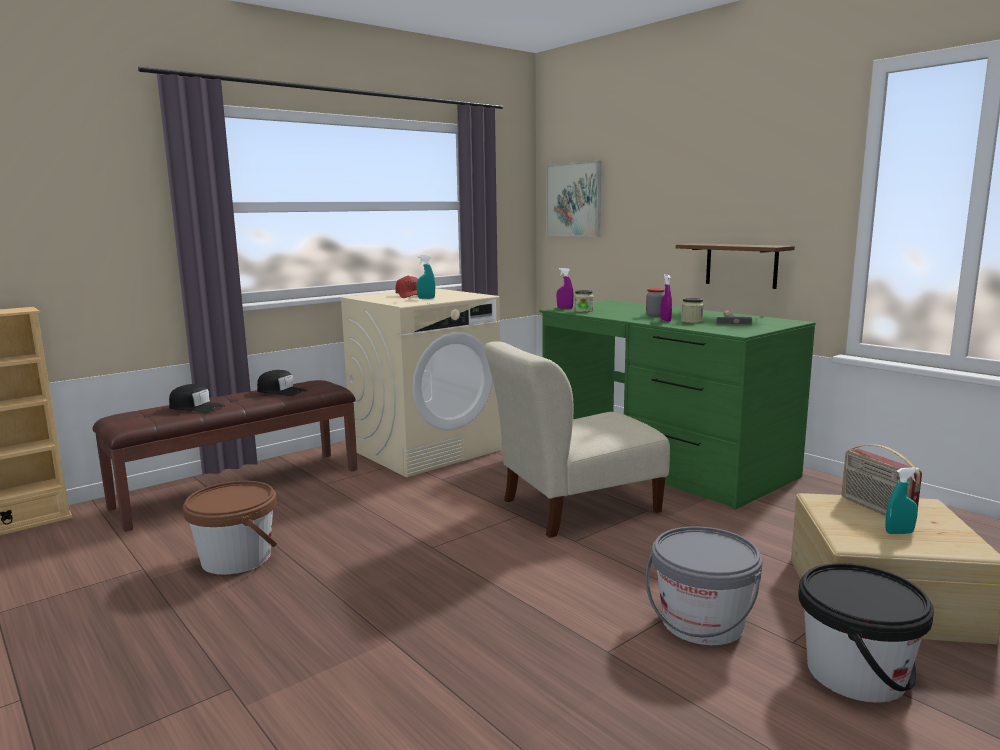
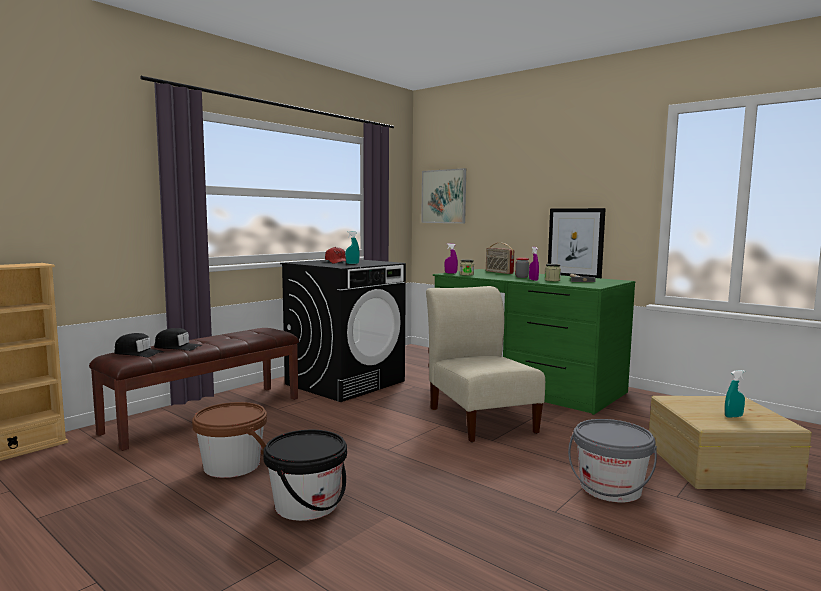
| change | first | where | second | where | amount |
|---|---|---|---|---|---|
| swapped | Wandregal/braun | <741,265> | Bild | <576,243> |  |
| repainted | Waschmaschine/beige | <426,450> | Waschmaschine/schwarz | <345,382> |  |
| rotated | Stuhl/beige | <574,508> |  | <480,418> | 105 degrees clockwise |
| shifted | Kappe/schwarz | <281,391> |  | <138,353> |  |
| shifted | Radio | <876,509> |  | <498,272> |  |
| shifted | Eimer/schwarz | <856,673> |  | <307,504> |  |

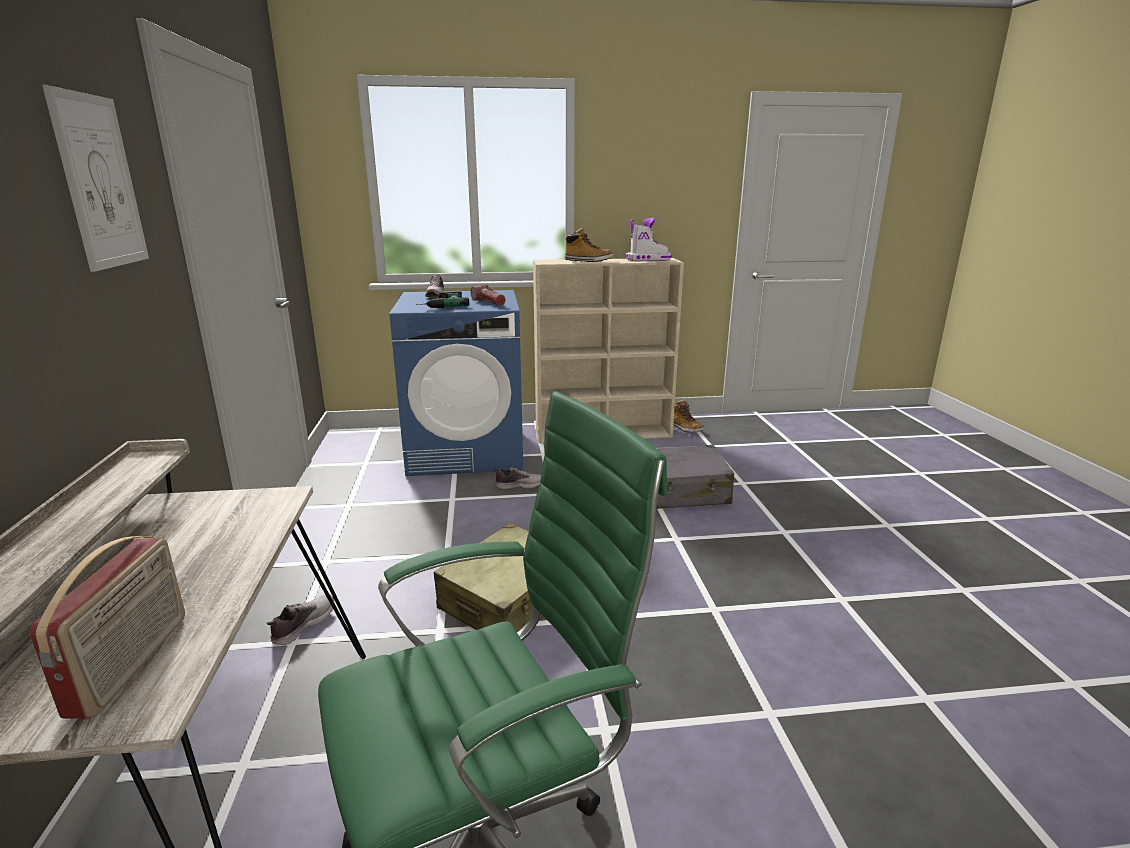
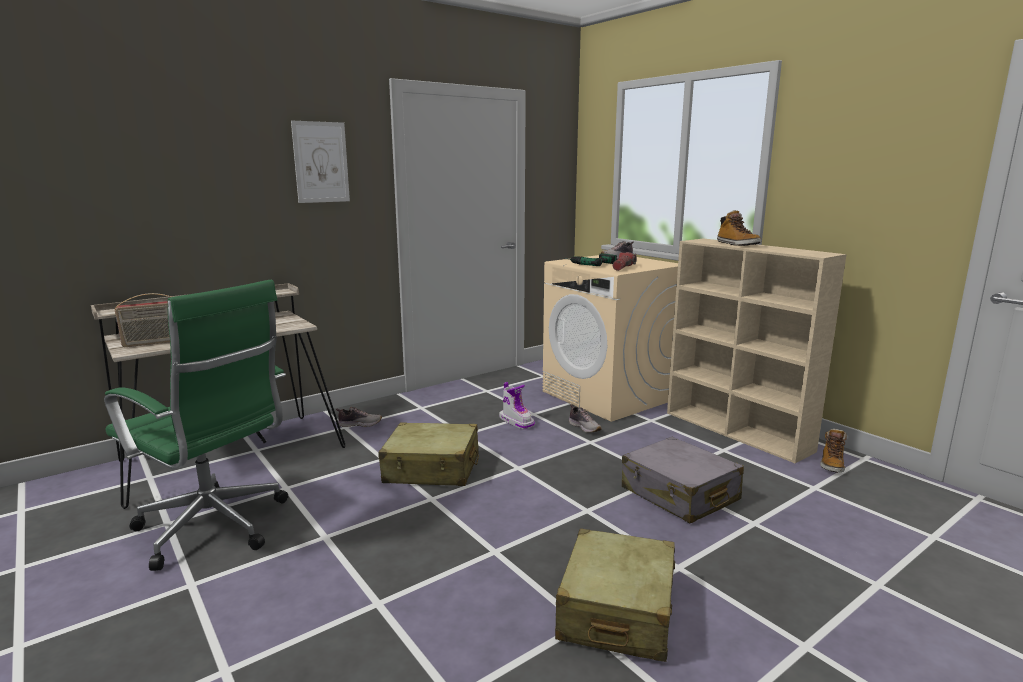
| change | first | where | second | where | amount |
|---|---|---|---|---|---|
| shifted | Stiefel | <647,259> |  | <517,421> |  |
| repainted | Waschmaschine/blau | <467,451> | Waschmaschine/beige | <608,396> |  |
| new |  |  | Koffer/beige | <617,611> |  |

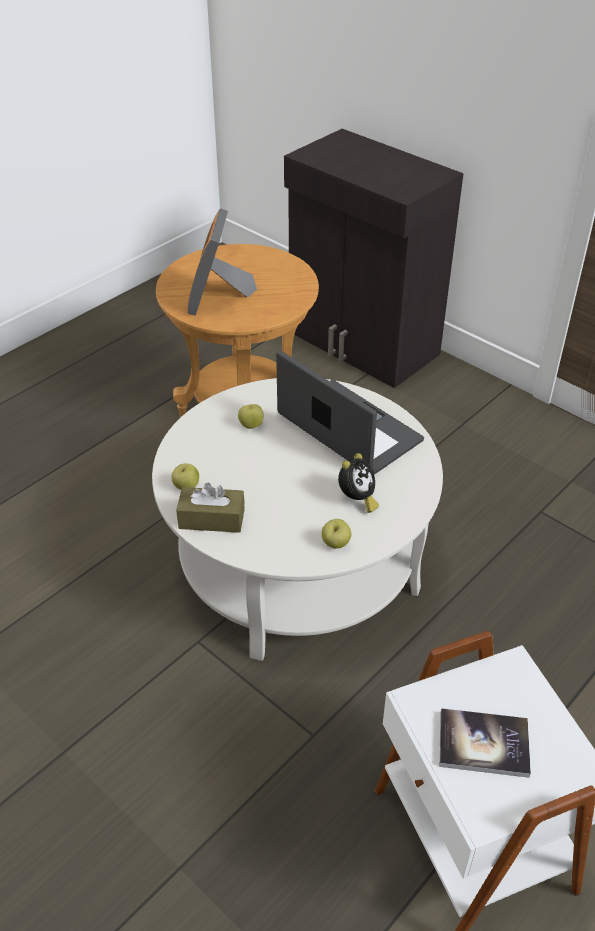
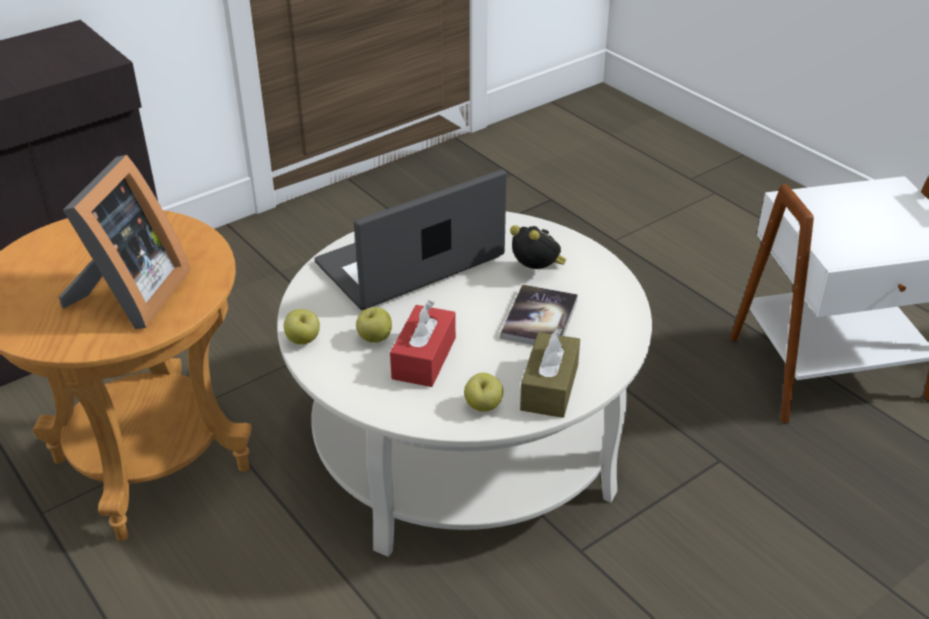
| change | first | where | second | where | amount |
|---|---|---|---|---|---|
| rotated | Bilderrahmen | <218,298> |  | <130,297> | 90 degrees counterclockwise |
| shifted | Apfel | <336,544> |  | <303,340> |  |
| shifted | Buch | <483,744> |  | <539,319> |  |
| new |  |  | Taschentuchbox/rot | <424,358> |  |

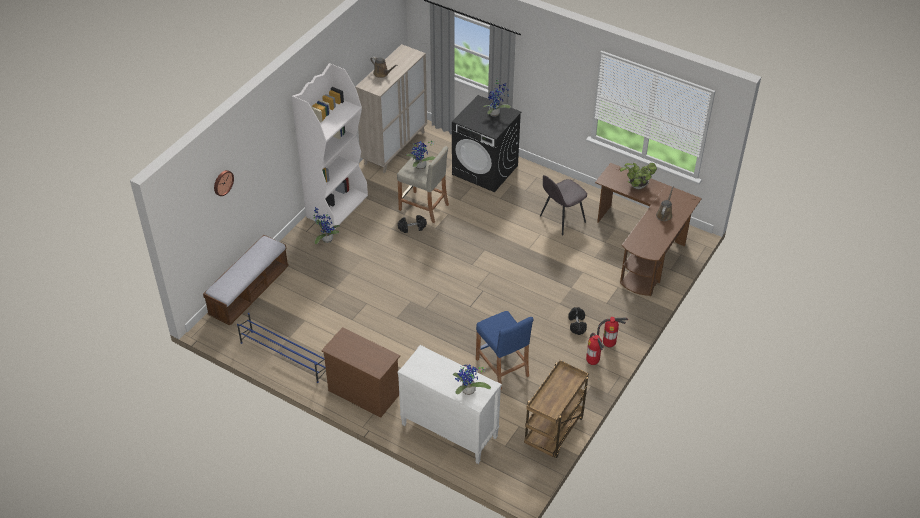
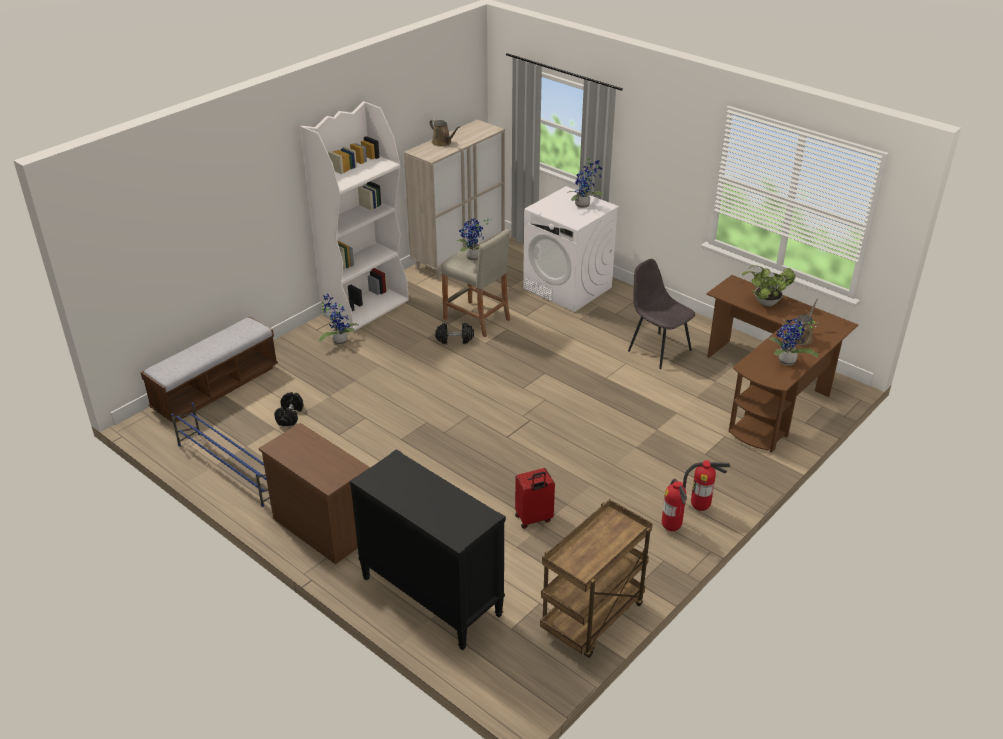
| change | first | where | second | where | amount |
|---|---|---|---|---|---|
| repainted | Waschmaschine/schwarz | <485,170> | Waschmaschine/weiß | <568,288> |  |
| gone | Wanduhr | <222,182> |  |  |  |
| rotated | Stuhl/grau | <561,219> |  | <658,350> | 75 degrees clockwise |
| shifted | Hantel/schwarz | <577,325> |  | <289,416> |  |
| swapped | Hocker/blau | <502,367> | Koffer/rot | <534,519> |  |
| repainted | Kommode/weiß | <449,431> | Kommode/schwarz | <430,596> |  |
| shifted | Topfpflanze | <468,392> |  | <786,362> |  |

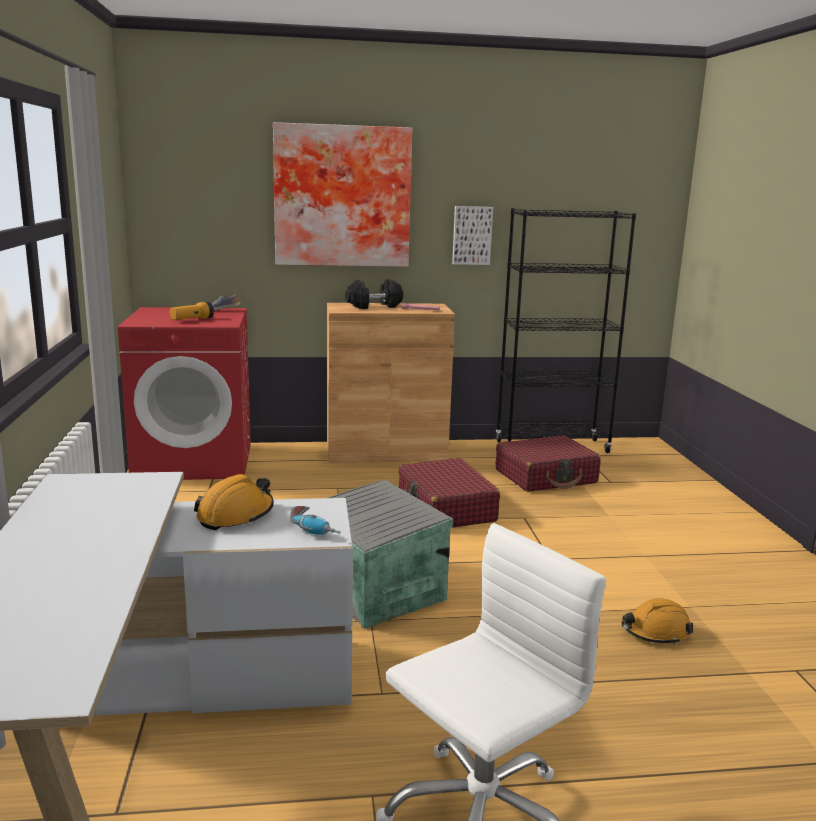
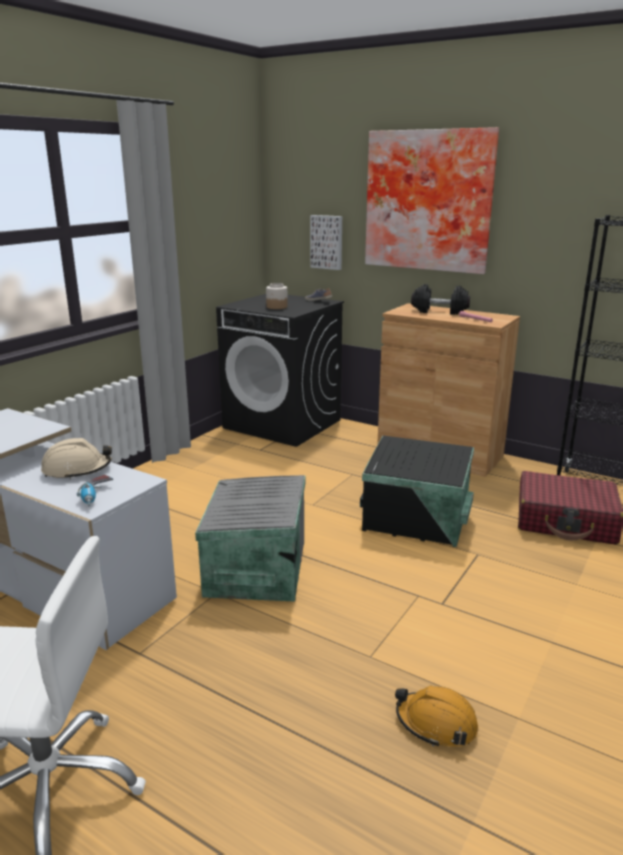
| change | first | where | second | where | amount |
|---|---|---|---|---|---|
| shifted | Bild | <471,235> |  | <327,242> |  |
| swapped | Taschenlampe | <192,319> | Vorratsglas | <276,307> |  |
| repainted | Waschmaschine/rot | <195,461> | Waschmaschine/schwarz | <283,424> |  |
| swapped | Koffer/rot | <446,508> | Aufbewahrungsbox/schwarz | <416,520> |  |
| repainted | Schutzhelm/orange | <235,515> | Schutzhelm/beige | <77,470> |  |

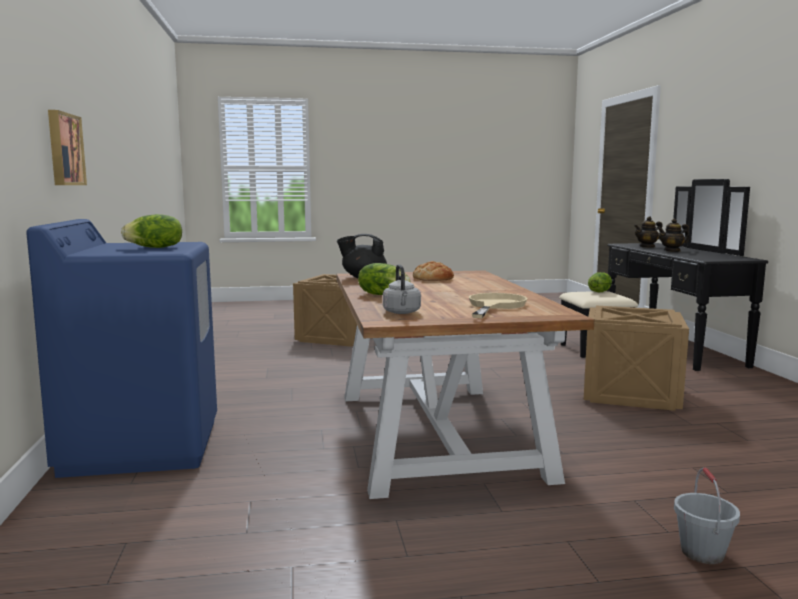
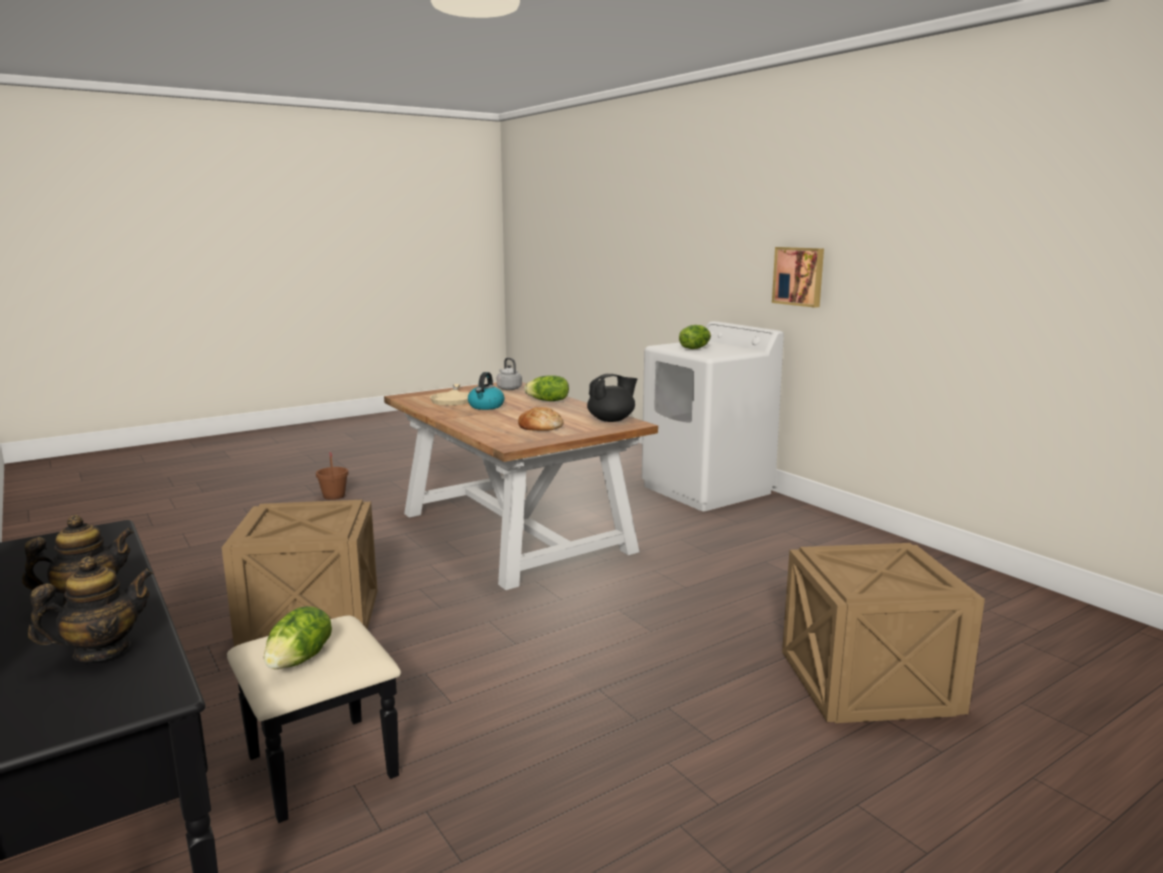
| change | first | where | second | where | amount |
|---|---|---|---|---|---|
| repainted | Waschmaschine/blau | <142,445> | Waschmaschine/weiß | <707,490> |  |
| repainted | Eimer/grau | <703,553> | Eimer/braun | <333,496> |  |
| new |  |  | Wasserkessel | <486,406> |  |

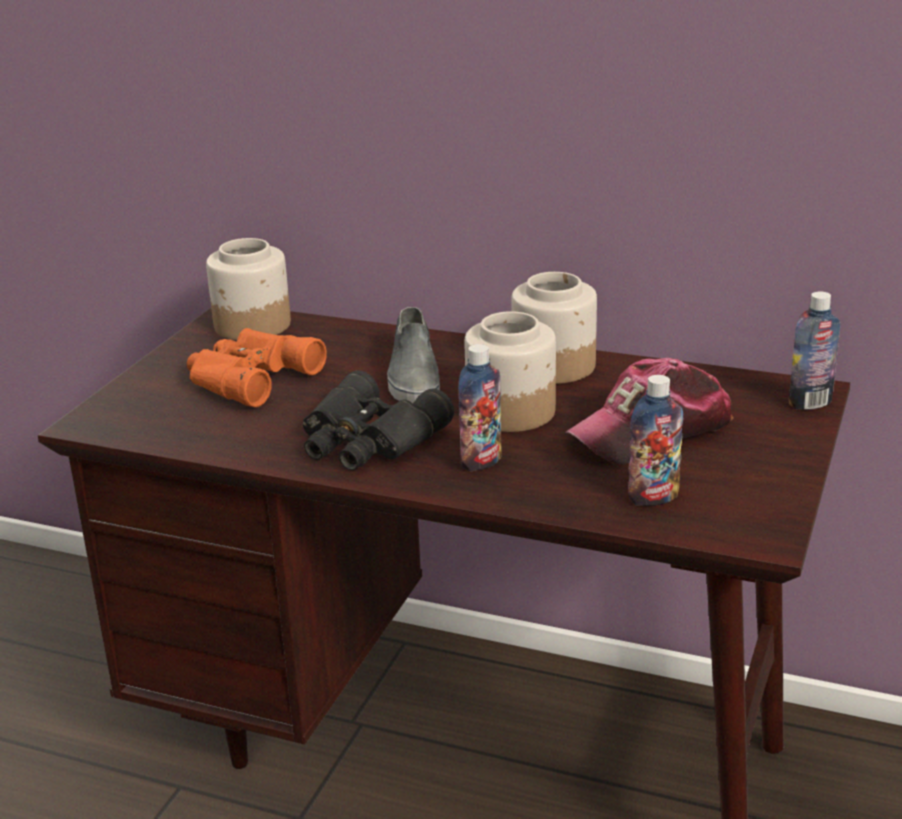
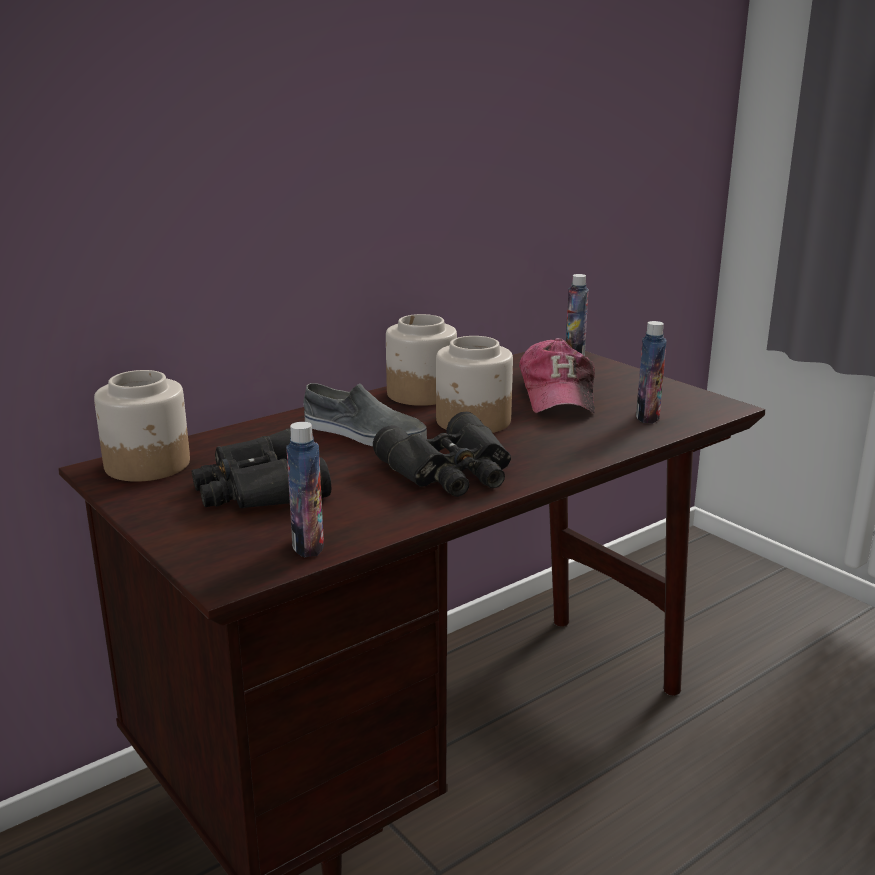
| change | first | where | second | where | amount |
|---|---|---|---|---|---|
| repainted | Fernglas/orange | <247,378> | Fernglas/schwarz | <257,489> |  |
| shifted | Flasche | <481,461> |  | <308,546> |  |

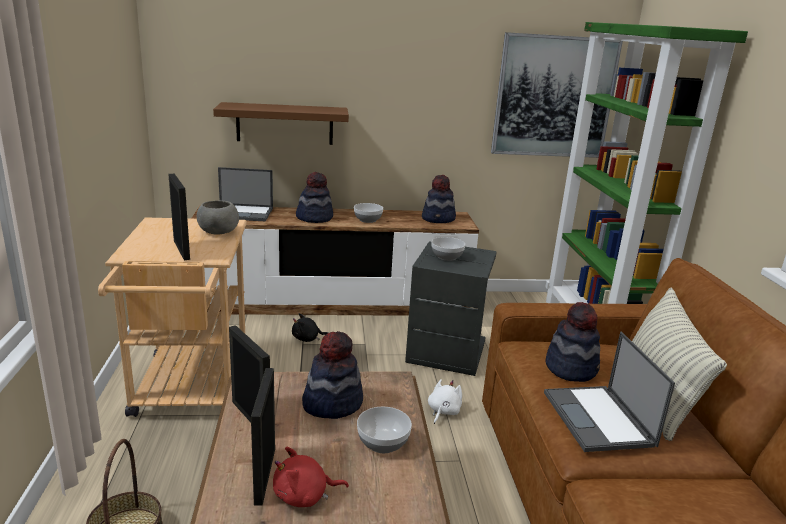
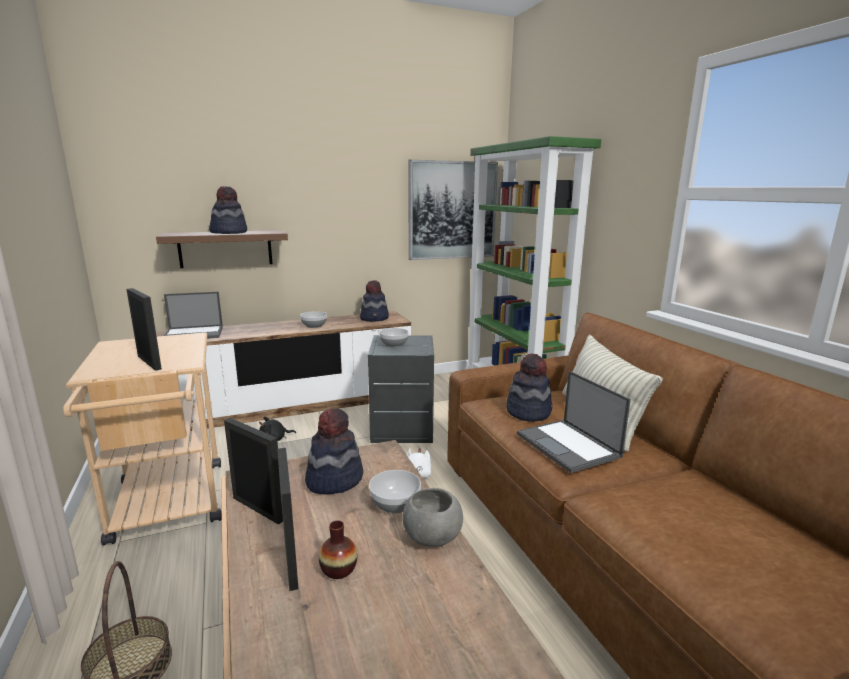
| change | first | where | second | where | amount |
|---|---|---|---|---|---|
| shifted | Hut | <314,218> |  | <229,232> |  |
| shifted | Schüssel/grau | <218,233> |  | <432,538> |  |
| swapped | Plüschtier/rot | <304,496> | Vase | <338,569> |  |

